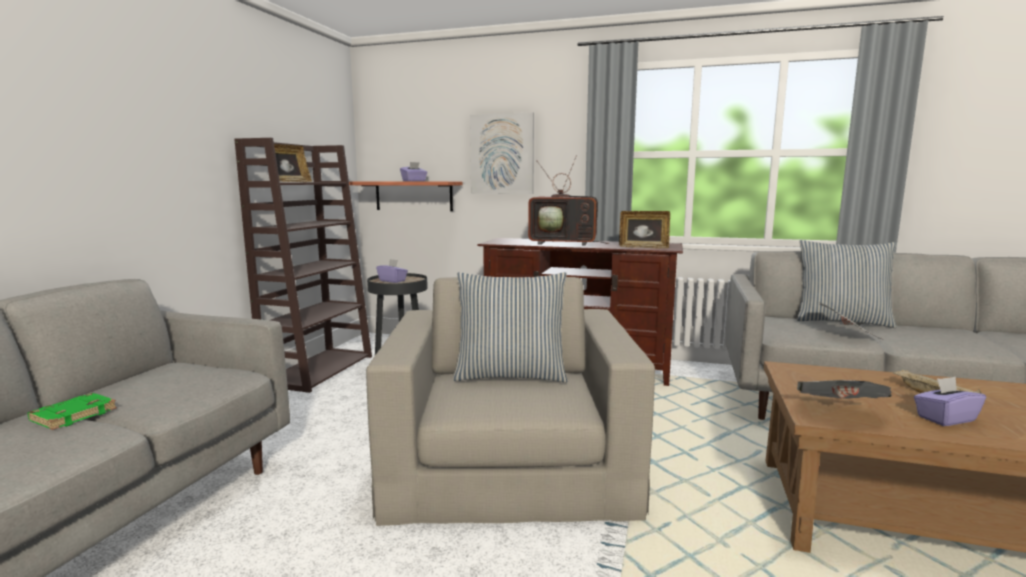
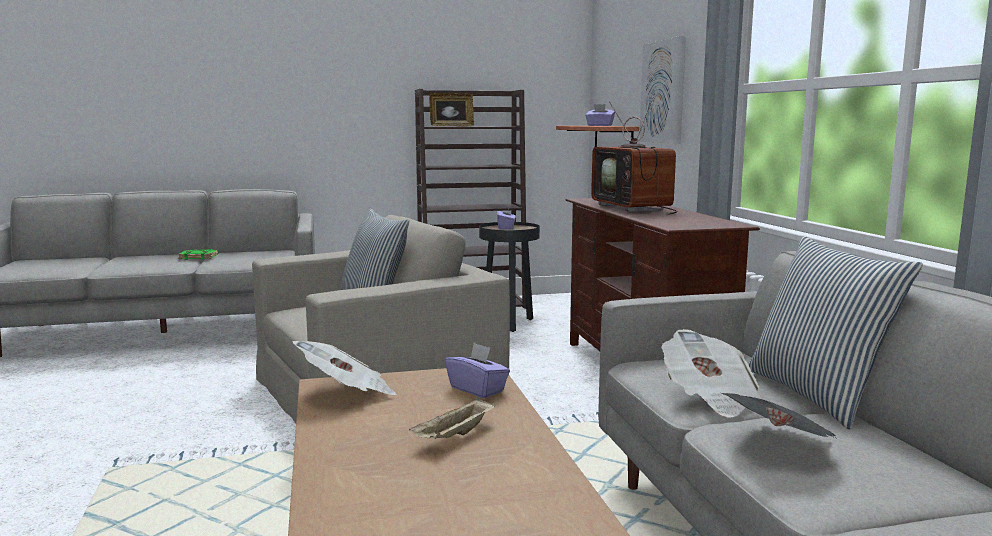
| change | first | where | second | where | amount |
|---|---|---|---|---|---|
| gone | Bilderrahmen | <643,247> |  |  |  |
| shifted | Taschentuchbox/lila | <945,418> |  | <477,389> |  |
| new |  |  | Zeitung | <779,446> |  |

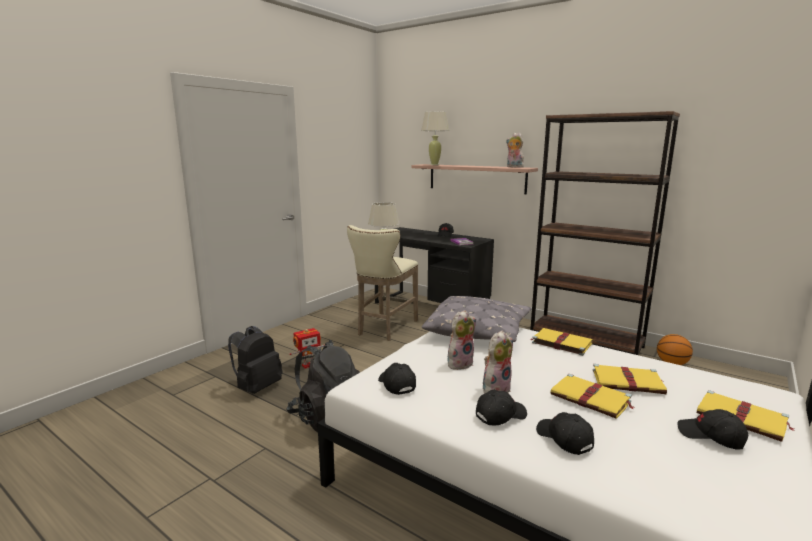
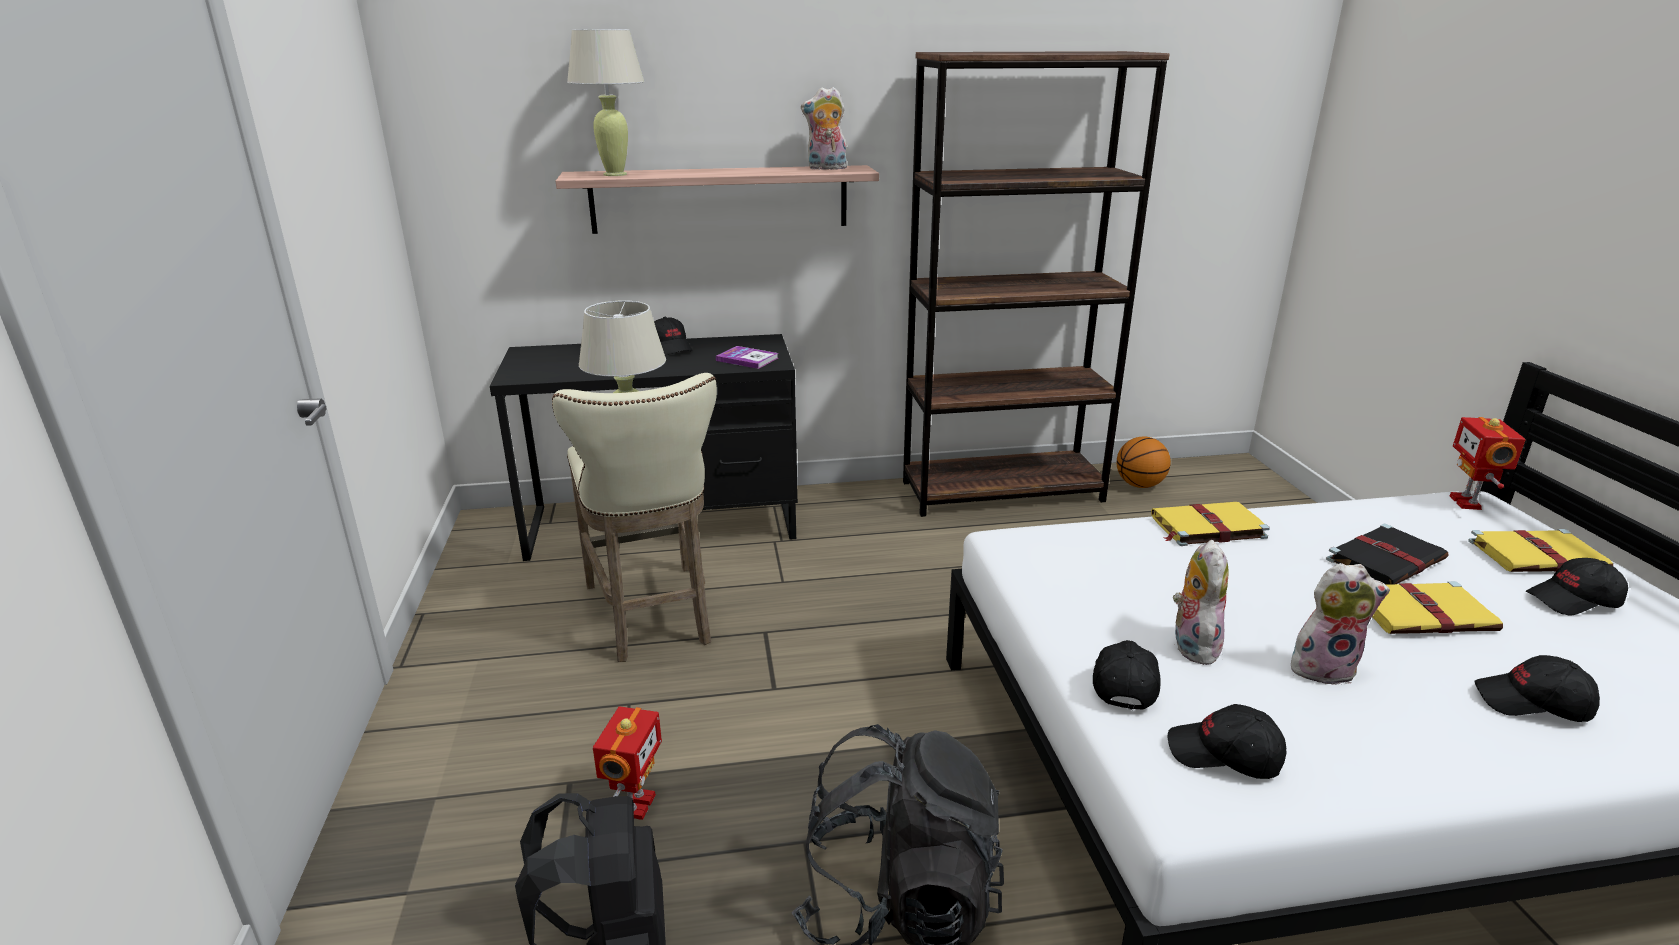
| change | first | where | second | where | amount |
|---|---|---|---|---|---|
| gone | Kissen/grau | <478,331> |  |  |  |
| rotated | Plüschtier | <495,389> |  | <1323,667> | 90 degrees clockwise |
| repainted | Buch/gelb | <628,382> | Buch/schwarz | <1386,559> |  |
| shifted | Kappe/schwarz | <500,415> |  | <1123,683> |  |
| new |  |  | Spielzeugroboter | <1467,502> |  |

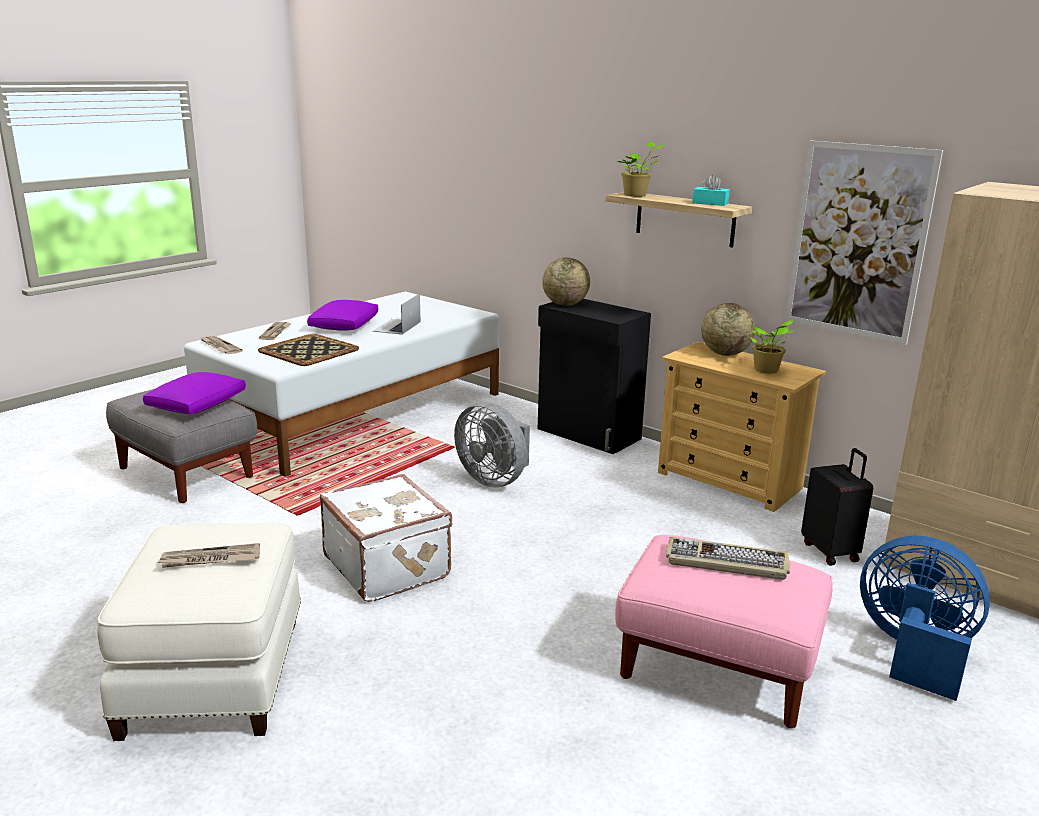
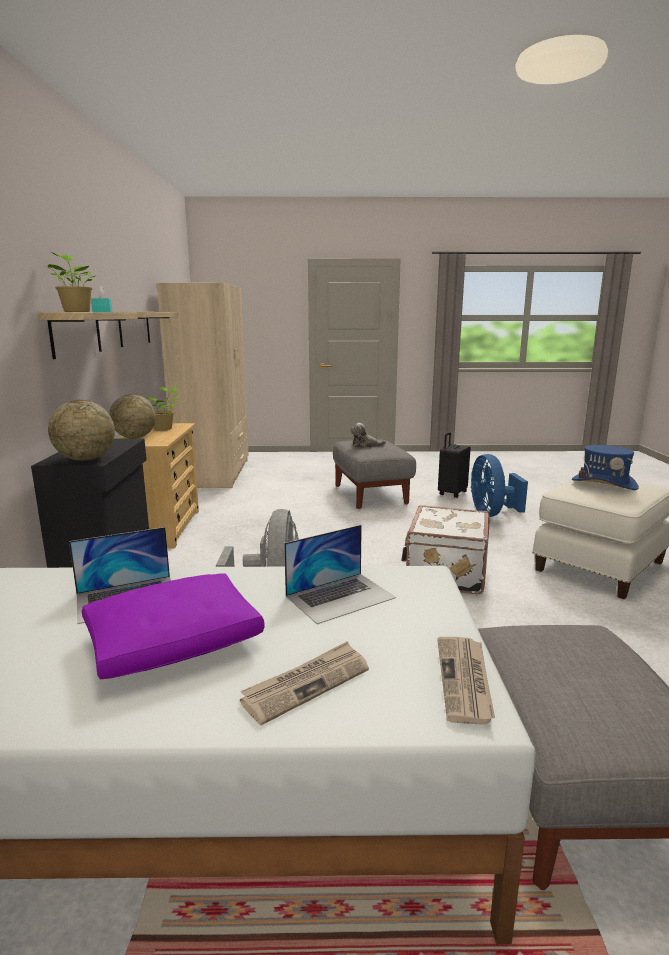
| change | first | where | second | where | amount |
|---|---|---|---|---|---|
| swapped | Bild | <858,241> | Wandregal | <134,328> |  |
| swapped | Tablett | <308,351> | Laptop | <340,597> |  |
| gone | Kissen/lila | <197,404> |  |  |  |
| shifted | Koffer/schwarz | <831,551> |  | <451,493> |  |
| repainted | Polsterhocker/rosa | <715,669> | Polsterhocker/grau | <371,495> |  |
| shifted | Ventilator/blau | <913,652> |  | <491,514> |  |
| swapped | Tastatur | <726,562> | Plüschtier | <365,445> |  |
| swapped | Zeitung | <210,559> | Hut/blau | <604,484> |  |

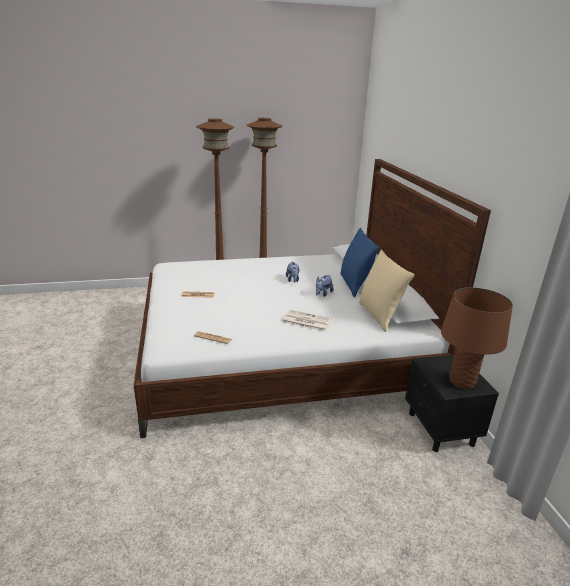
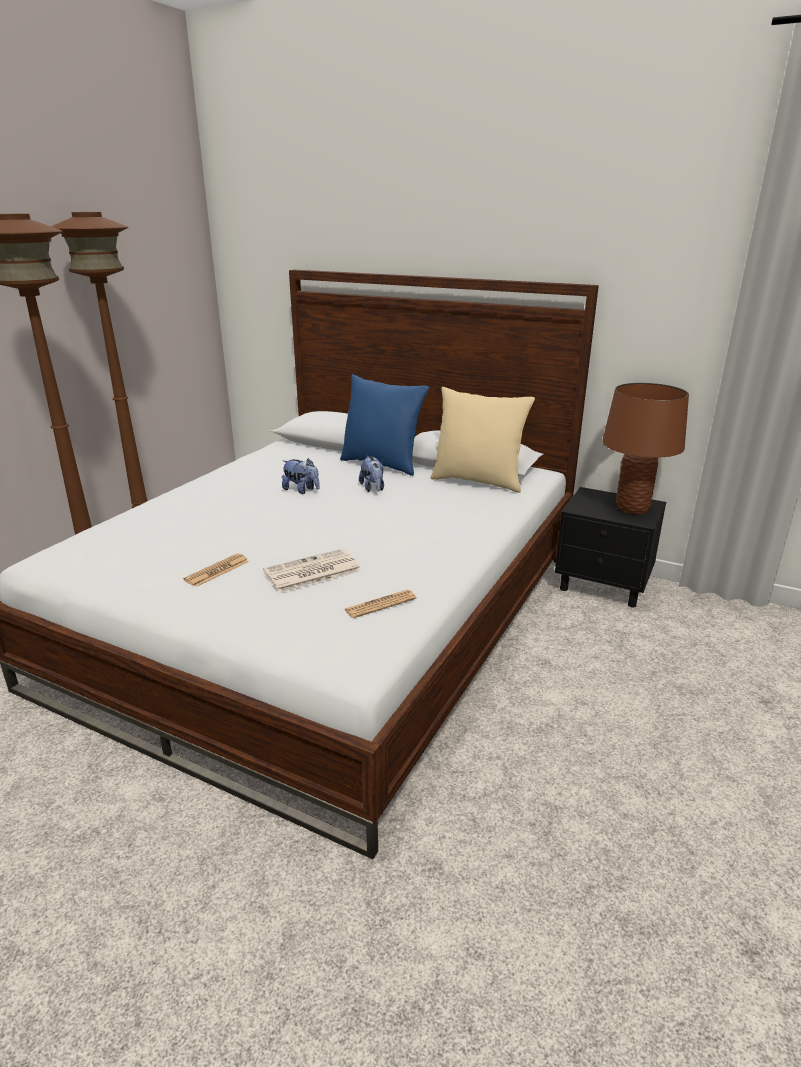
| change | first | where | second | where | amount |
|---|---|---|---|---|---|
| shifted | Zeitung | <305,321> |  | <311,572> |  |

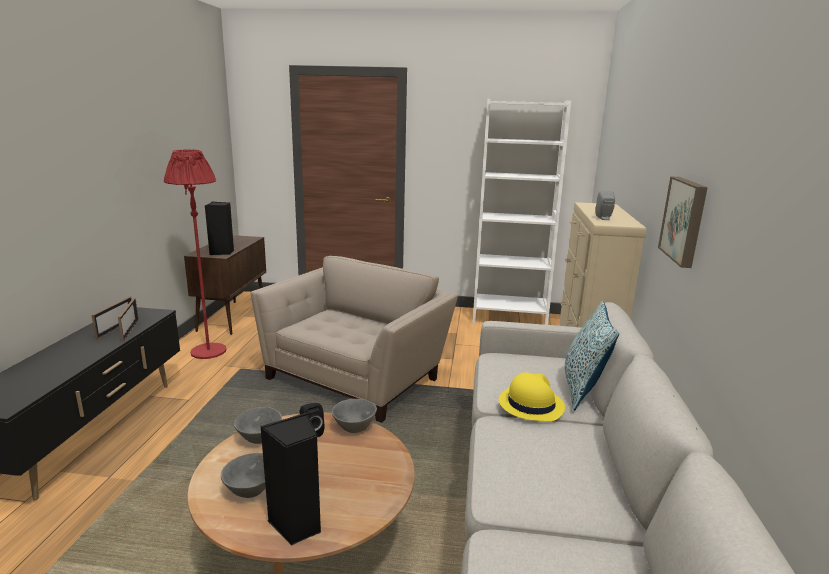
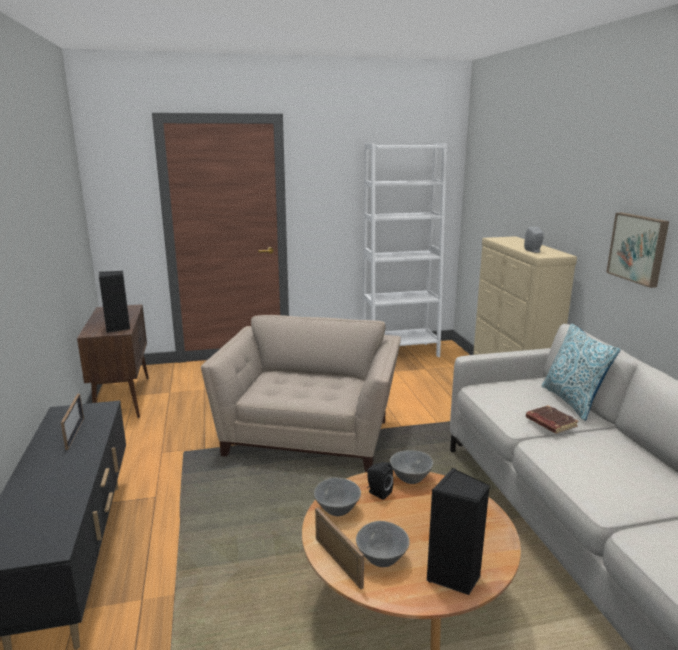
| change | first | where | second | where | amount |
|---|---|---|---|---|---|
| gone | Stehlampe/rot | <208,351> |  |  |  |
| shifted | Bilderrahmen | <130,330> |  | <338,562> |  |
| swapped | Hut/gelb | <530,404> | Buch/braun | <550,423> |  |

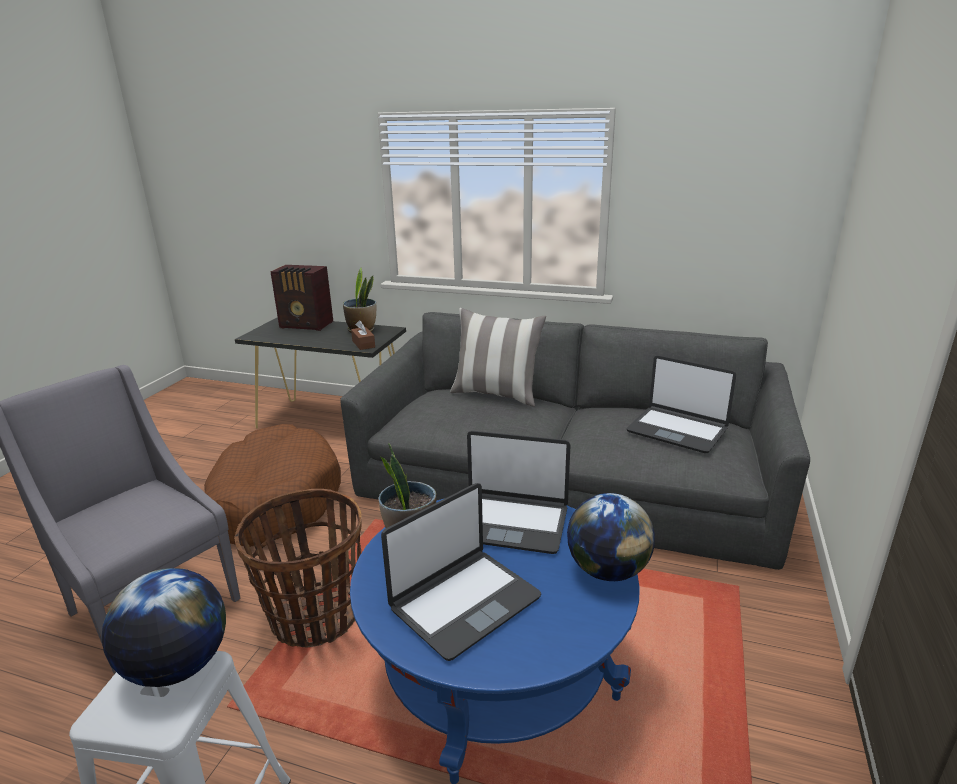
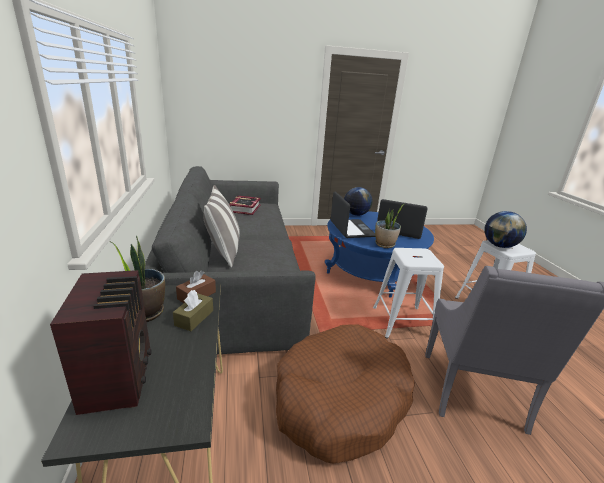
| change | first | where | second | where | amount |
|---|---|---|---|---|---|
| swapped | Laptop | <677,430> | Buch | <244,208> |  |
| swapped | Korb | <314,617> | Hocker/weiß | <402,322> |  |
| new |  |  | Taschentuchbox/braun | <194,318> |  |

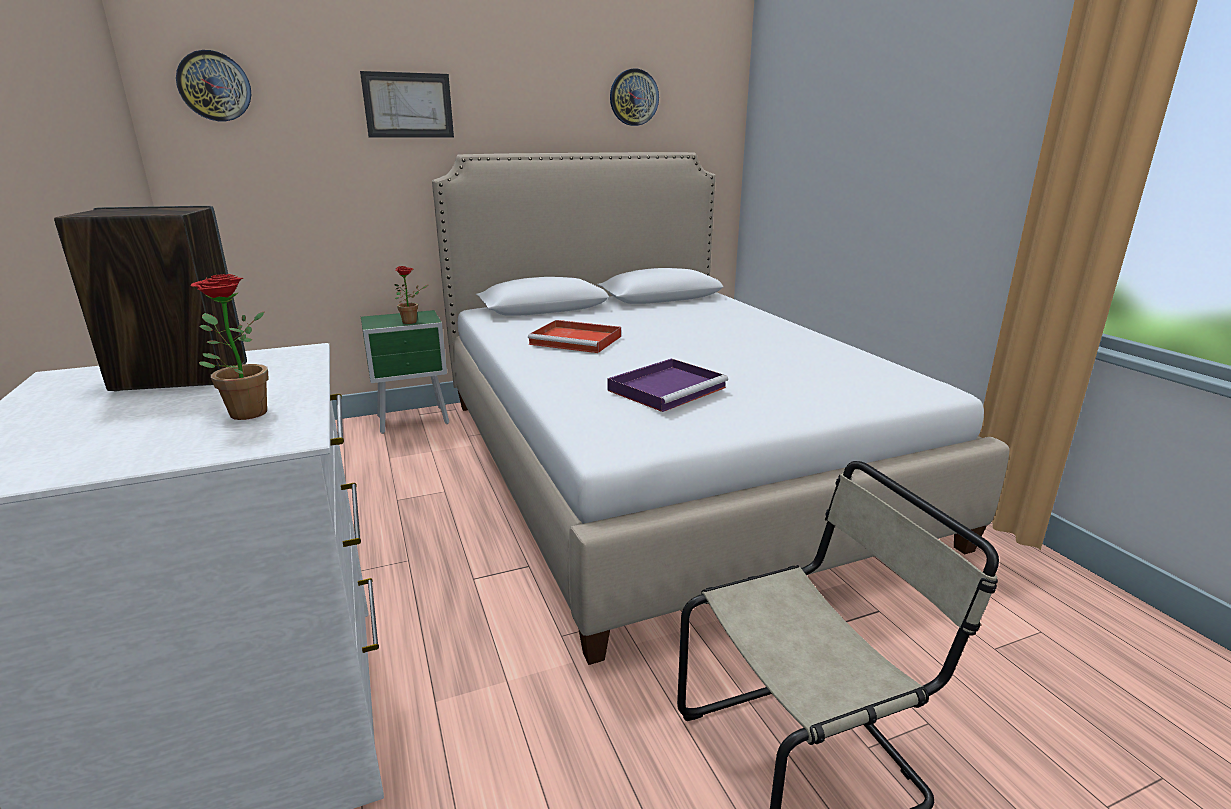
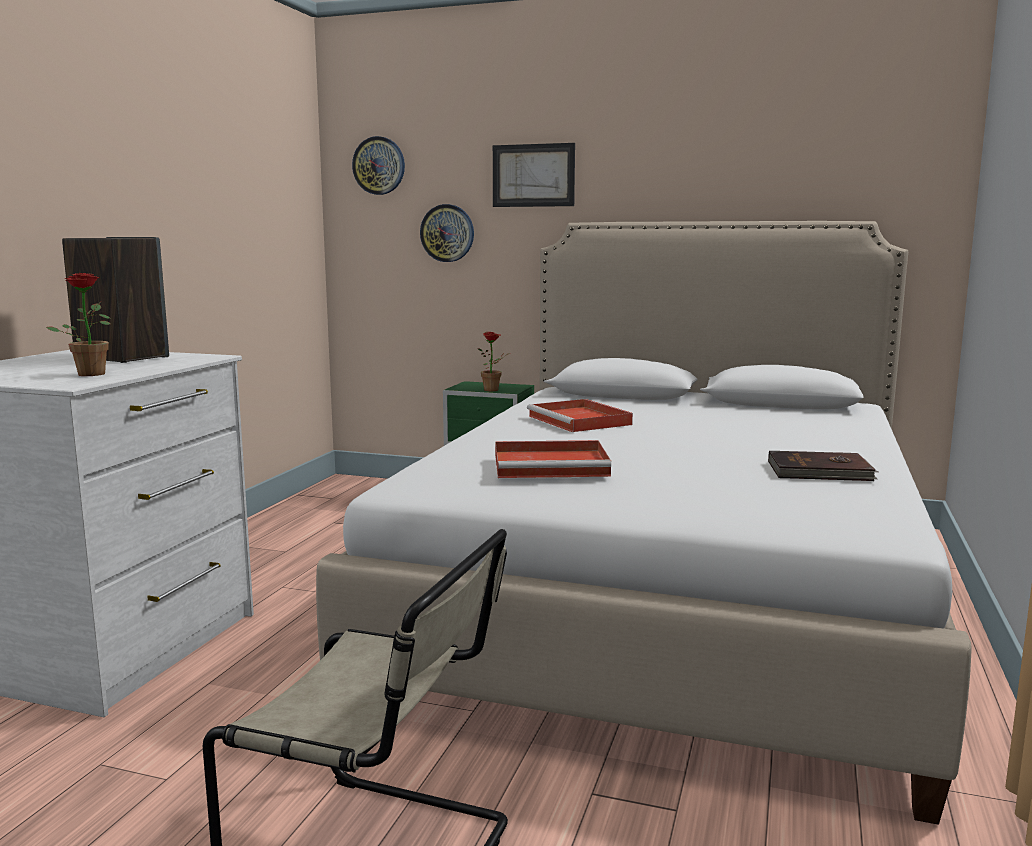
| change | first | where | second | where | amount |
|---|---|---|---|---|---|
| shifted | Wanduhr | <633,97> |  | <447,233> |  |
| repainted | Tablett/lila | <668,388> | Tablett/rot | <553,465> |  |
| new |  |  | Buch/braun | <820,471> |  |

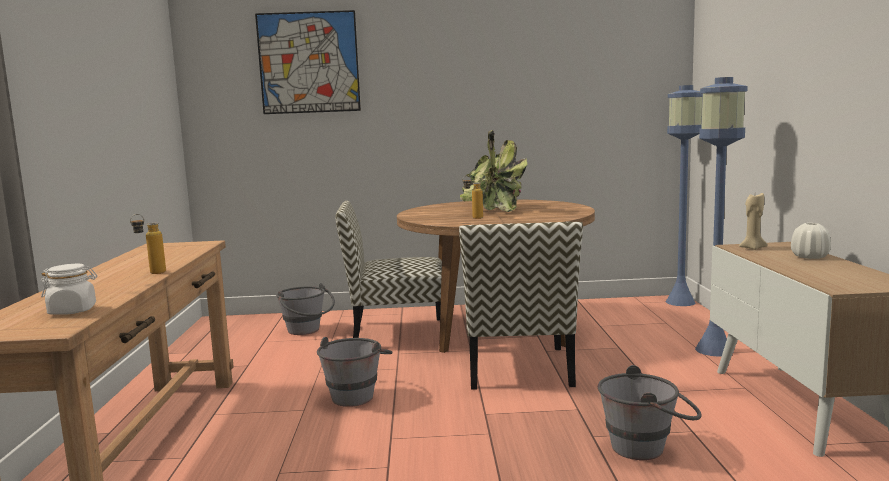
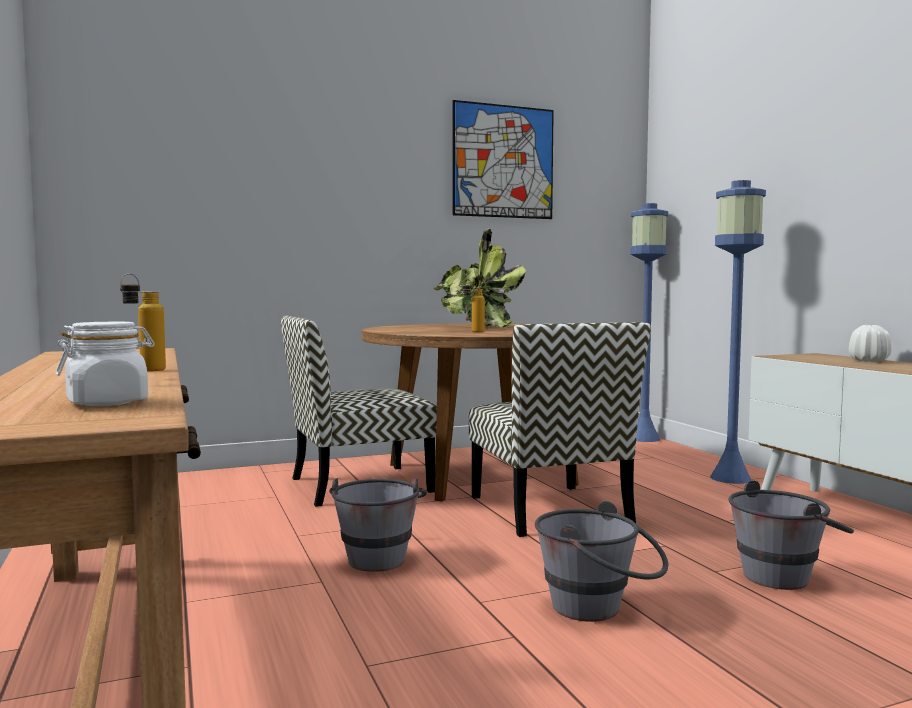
| change | first | where | second | where | amount |
|---|---|---|---|---|---|
| shifted | Bild | <308,62> |  | <503,161> |  |
| gone | Kerze/beige | <752,248> |  |  |  |
| shifted | Eimer/grau | <307,331> |  | <600,609> |  |

